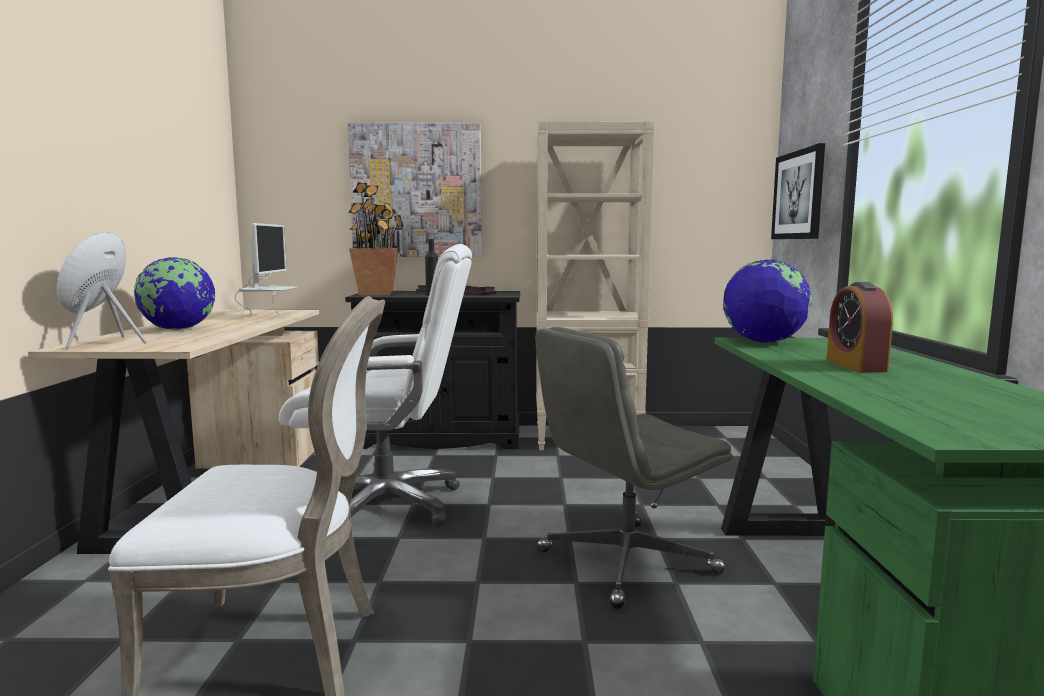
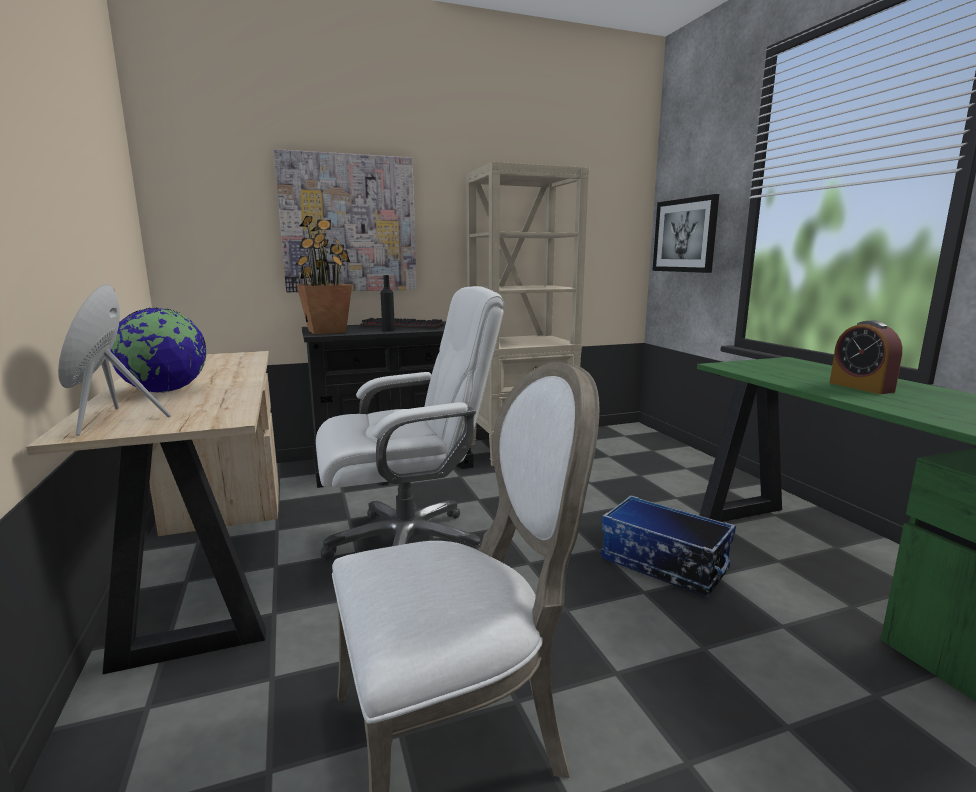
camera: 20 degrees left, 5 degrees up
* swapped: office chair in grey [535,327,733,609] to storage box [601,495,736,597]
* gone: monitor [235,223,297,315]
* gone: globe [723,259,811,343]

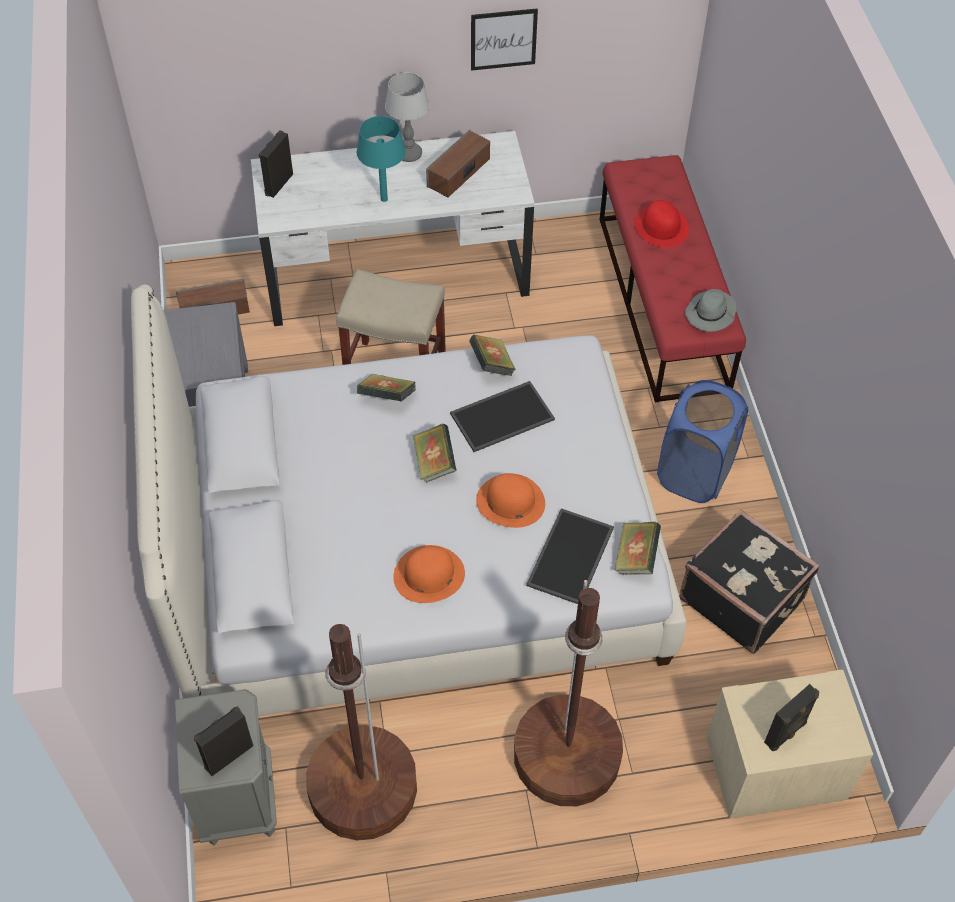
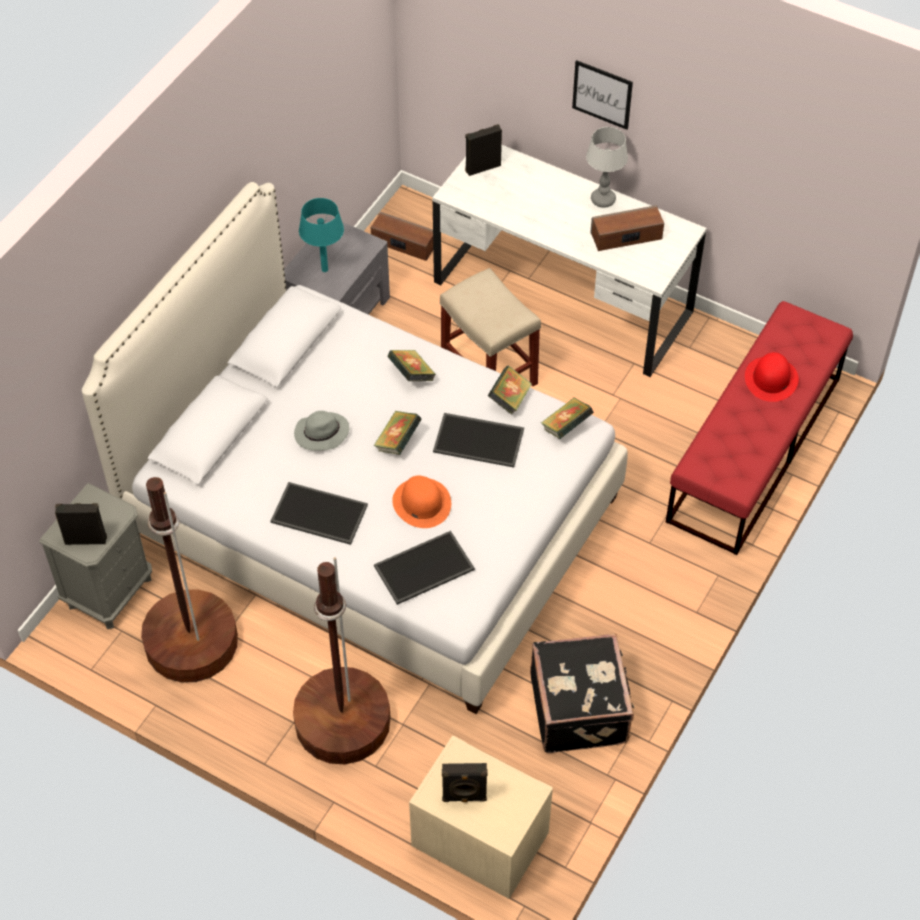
camera: 40 degrees right, 0 degrees up
* swapped: hat in orange [393,545,465,603] to tray [270,482,368,545]
* shifted: hat in grey [685,289,736,332] to [294,411,349,451]
* shifted: table lamp in turquoise [356,116,406,202] to [299,198,344,272]
* shifted: book [615,522,661,575] to [541,398,594,439]
* shifted: picture [471,9,538,71] to [572,60,633,130]
* gone: laundry basket in blue [657,380,748,503]

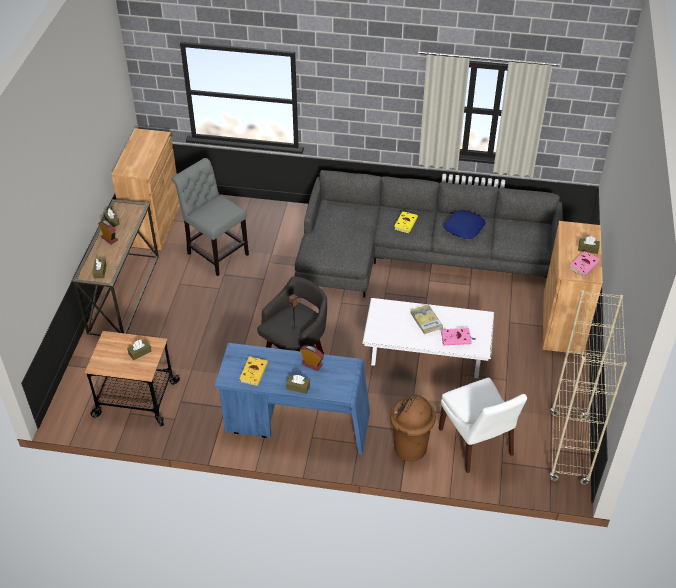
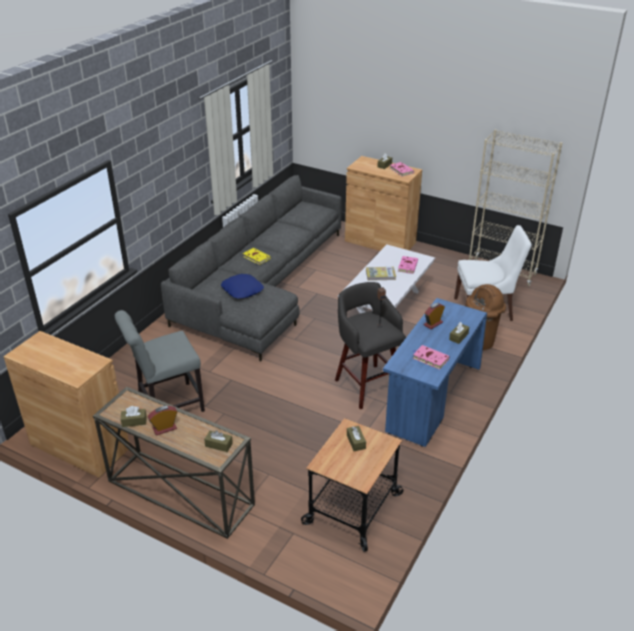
camera: 70 degrees left, 10 degrees down
* shifted: pillow in blue [444,210,486,239] to [221,274,264,299]
* repainted: book in yellow [239,357,268,386] to book in pink [413,345,450,370]

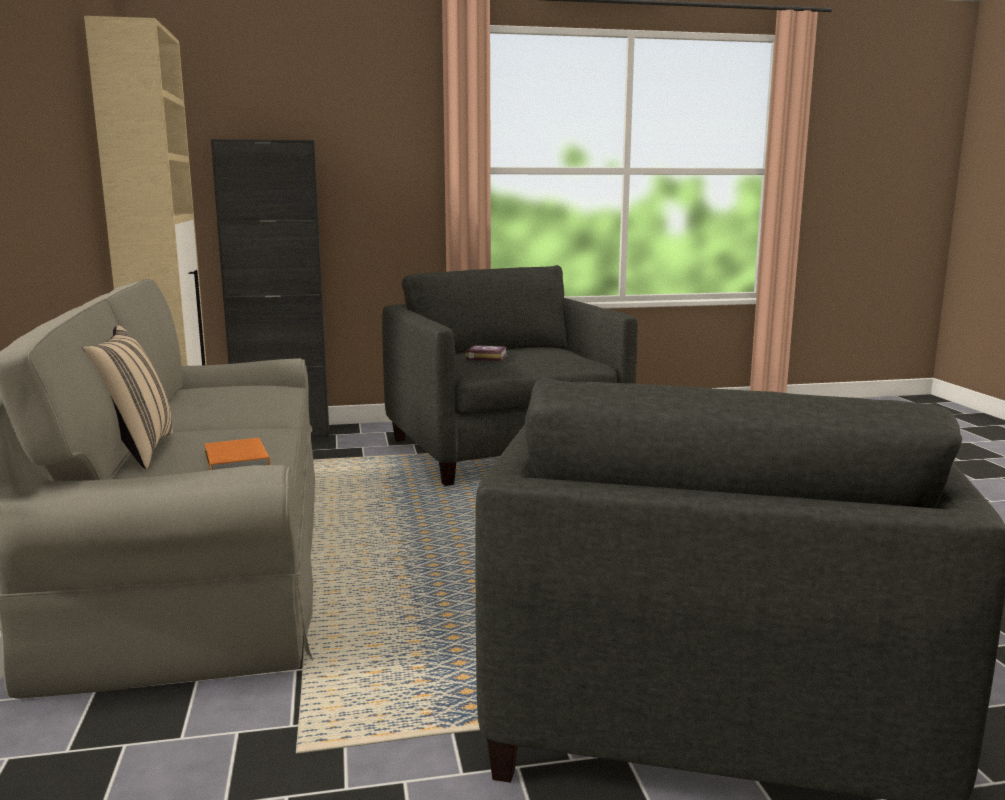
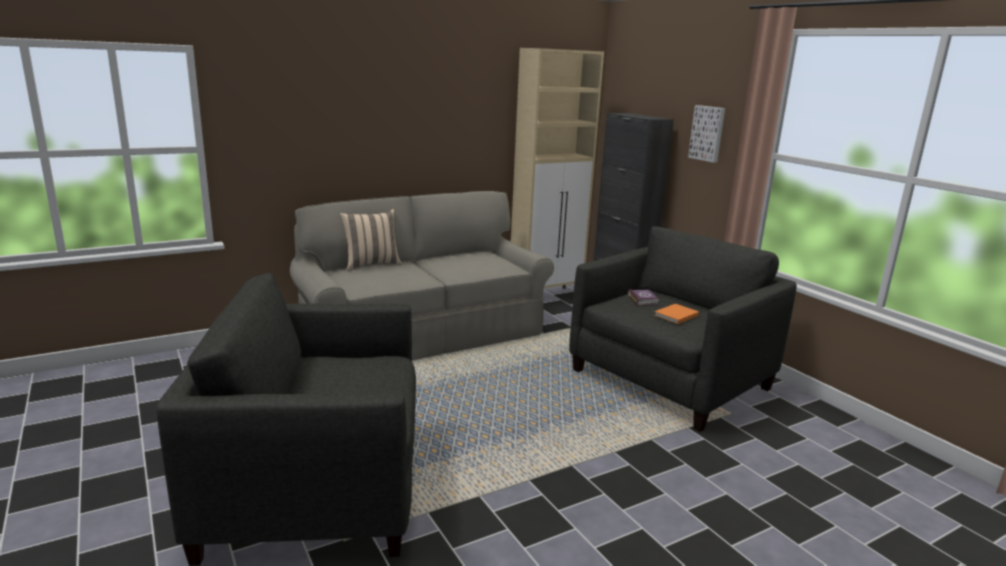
camera: 70 degrees right, 5 degrees up
* shifted: book in orange [204,438,270,470] to [654,304,699,324]
* new: picture [688,105,725,163]

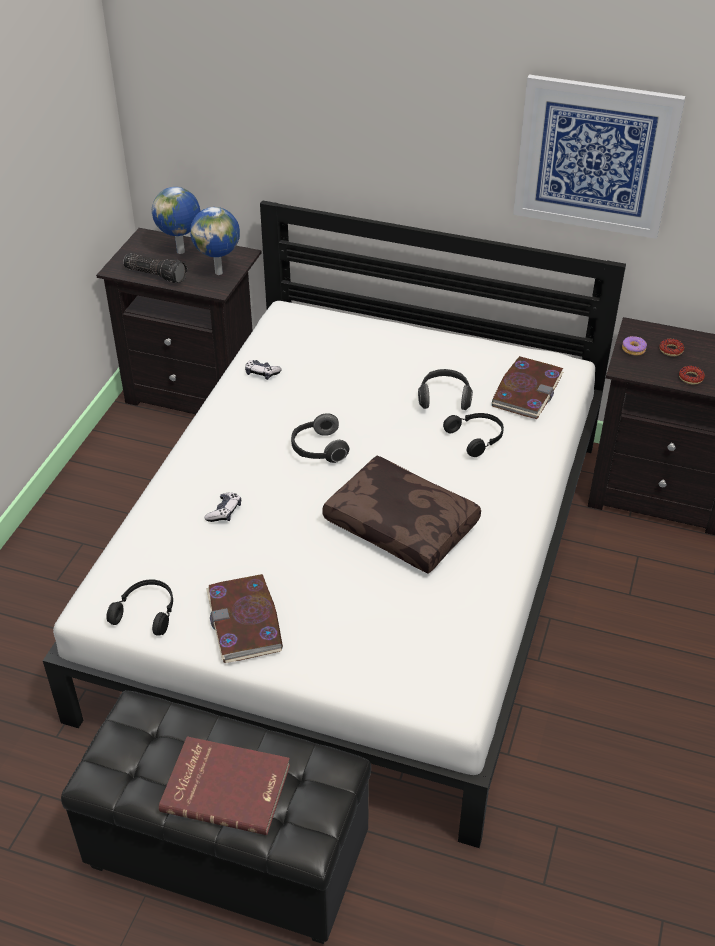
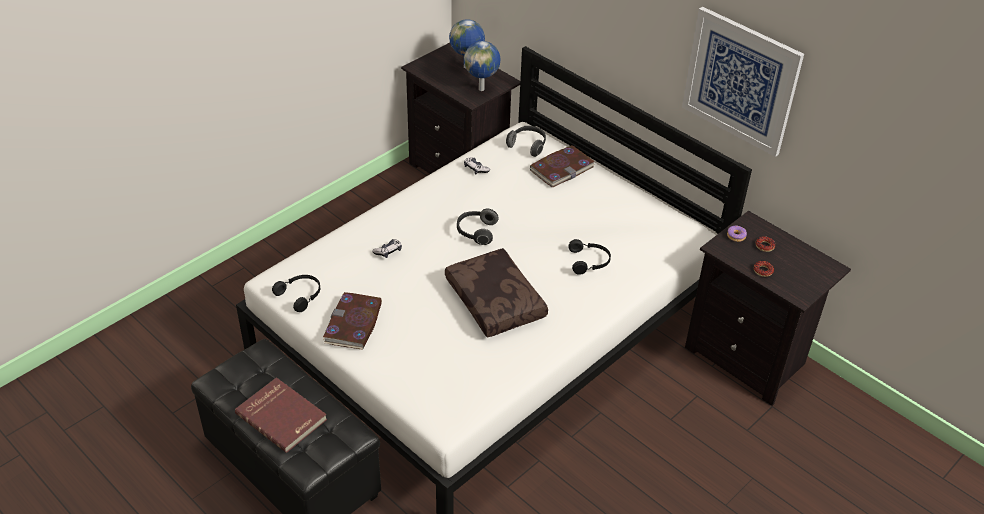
camera: 25 degrees right, 0 degrees up
* shifted: headphones [418,369,473,410] to [506,126,546,157]
* shifted: book [492,356,563,419] to [530,145,595,188]
* gone: flashlight [123,253,187,283]

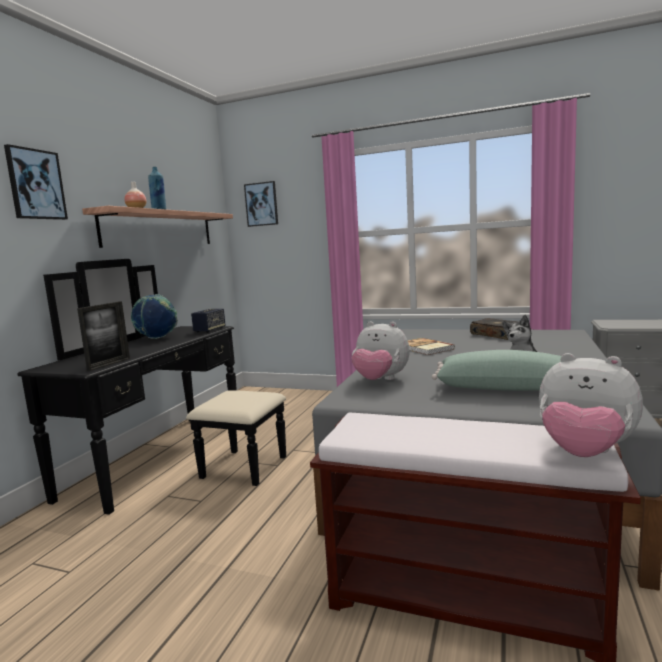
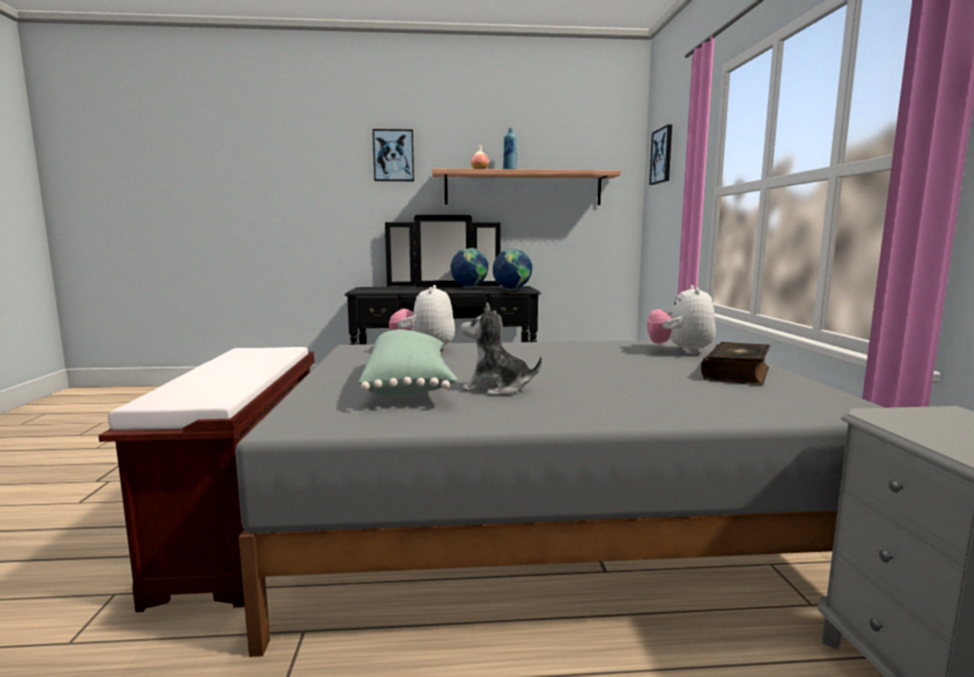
camera: 65 degrees right, 0 degrees up
* swapped: speaker [191,309,226,333] to globe [493,248,533,290]
* shifted: plush toy [539,353,643,457] to [647,285,716,355]
* gone: picture frame [77,301,130,371]
* gone: book [408,338,455,355]

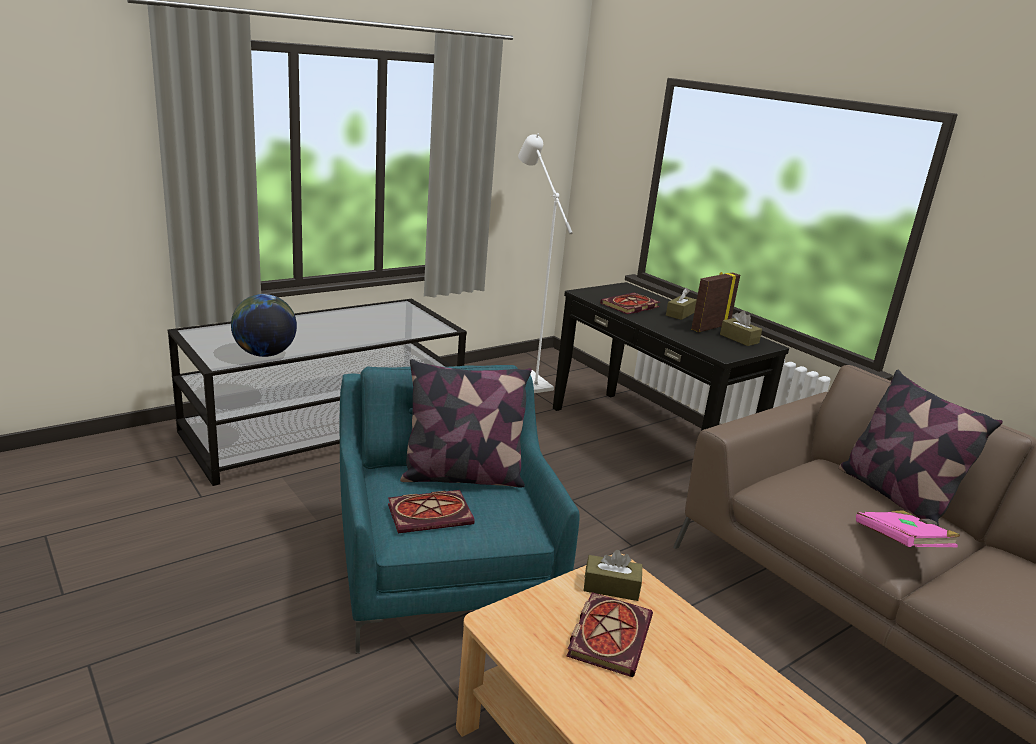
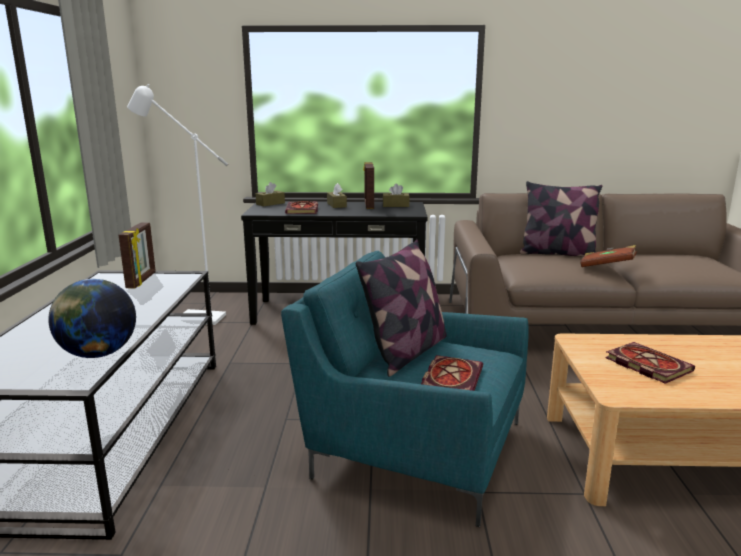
camera: 50 degrees left, 5 degrees down
* new: picture frame [119,222,156,288]
* shifted: tissue box in brown [583,550,643,601] to [256,182,285,206]
* repainted: book in pink [856,510,960,547] to book in brown [580,245,637,267]

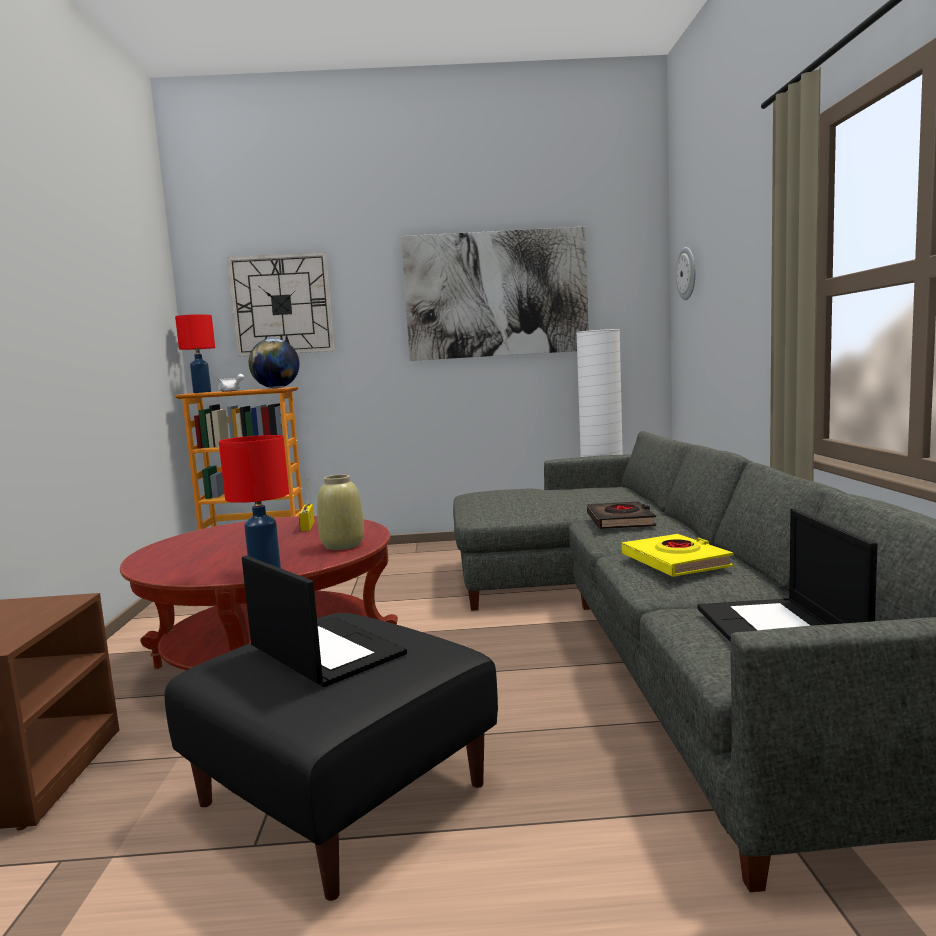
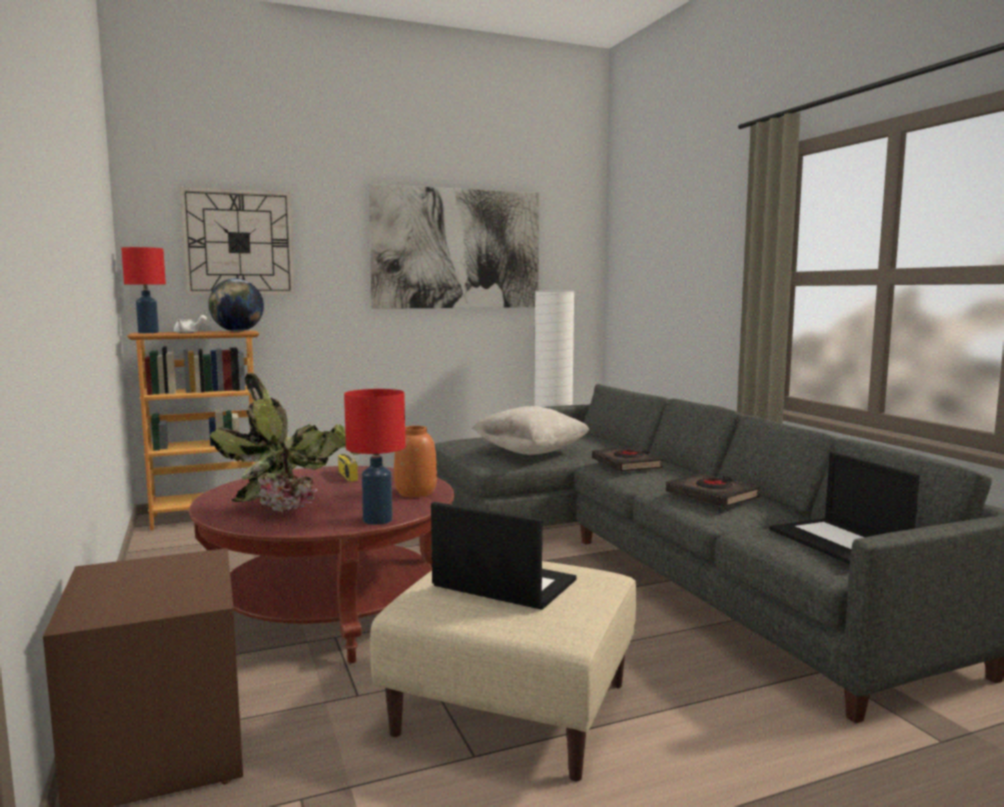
camera: 20 degrees left, 0 degrees up
* new: potted plant [209,373,360,513]
* repainted: ottoman in black [165,613,498,901] to ottoman in beige [370,561,636,781]
* repainted: vase in beige [317,475,364,550] to vase in orange [394,426,437,497]
* new: pillow in beige [472,406,589,455]
* repainted: book in yellow [622,534,733,577] to book in black [666,474,760,507]
* gone: wall clock [676,247,696,300]

